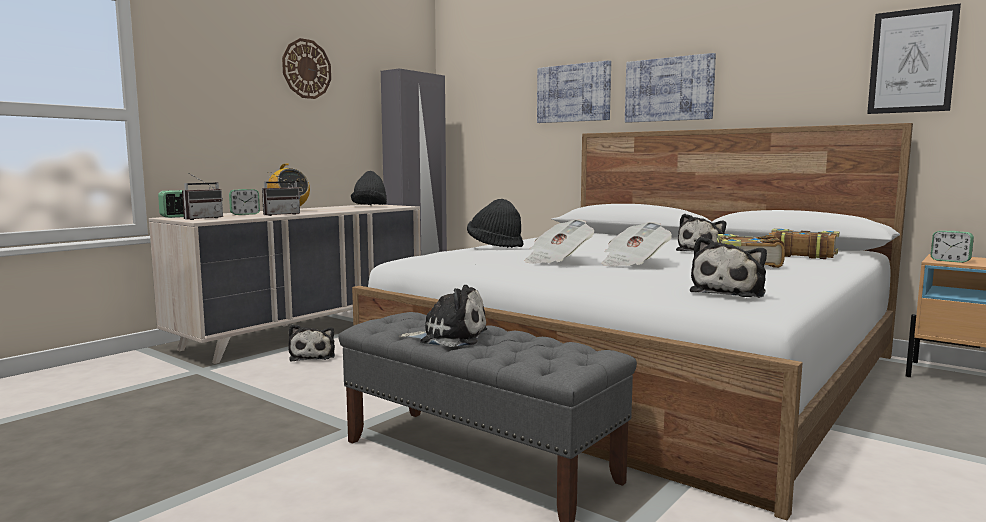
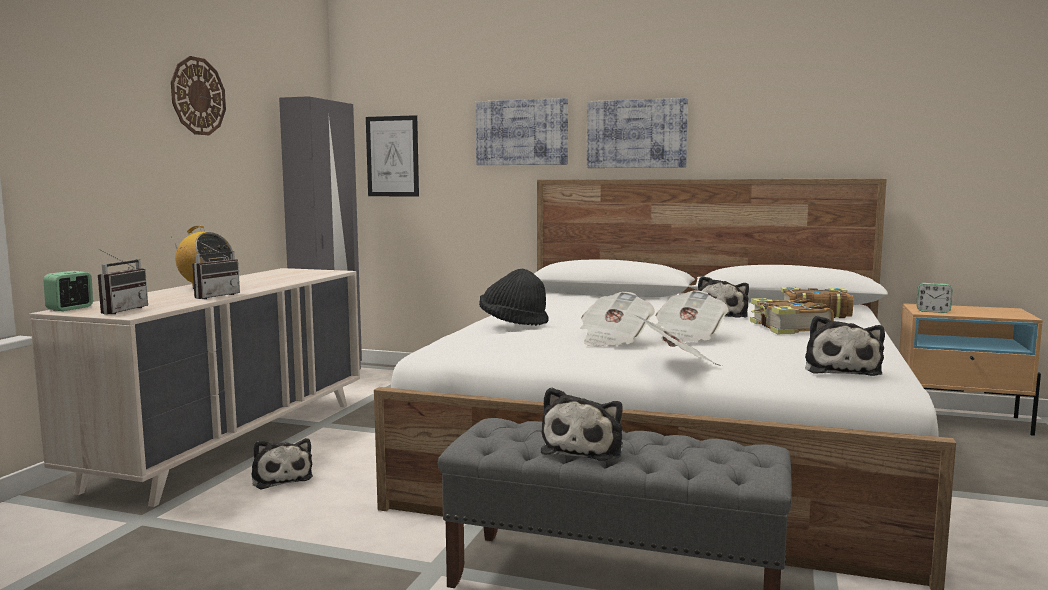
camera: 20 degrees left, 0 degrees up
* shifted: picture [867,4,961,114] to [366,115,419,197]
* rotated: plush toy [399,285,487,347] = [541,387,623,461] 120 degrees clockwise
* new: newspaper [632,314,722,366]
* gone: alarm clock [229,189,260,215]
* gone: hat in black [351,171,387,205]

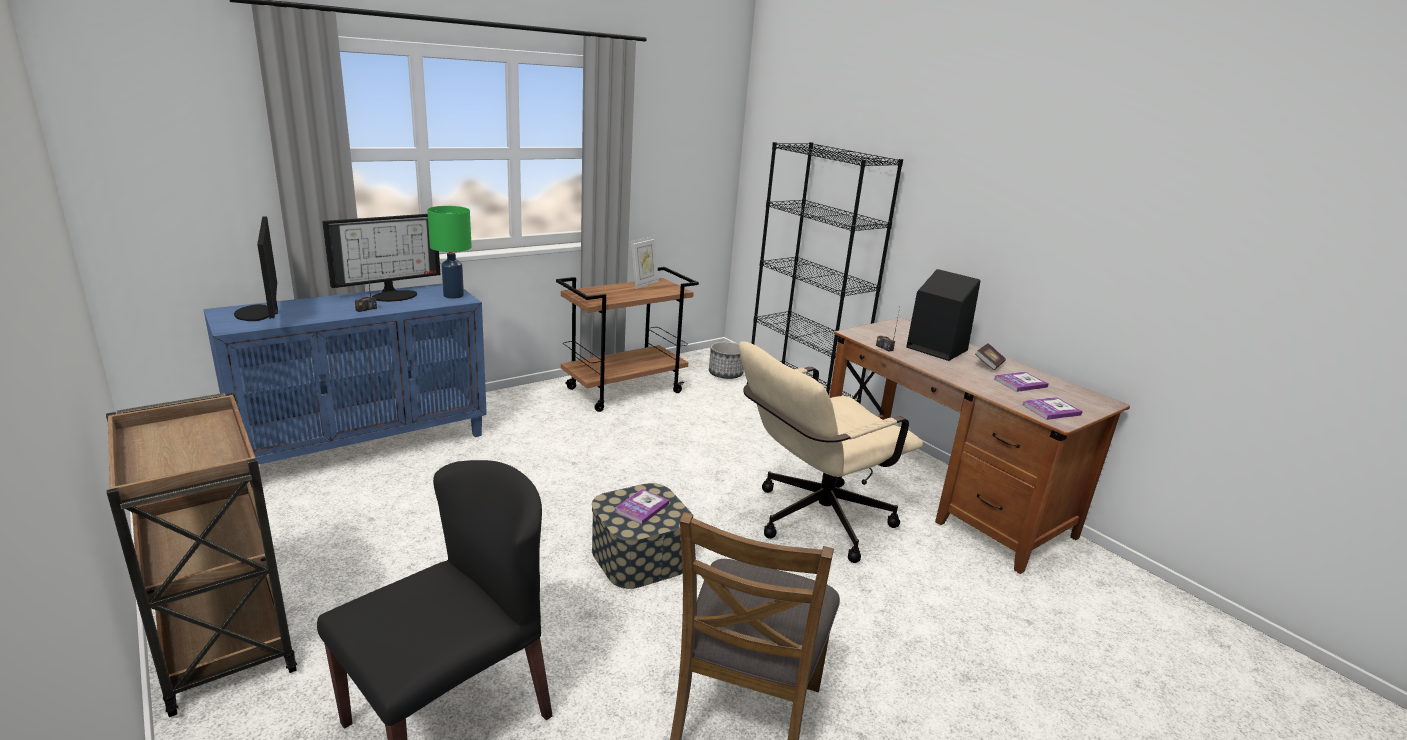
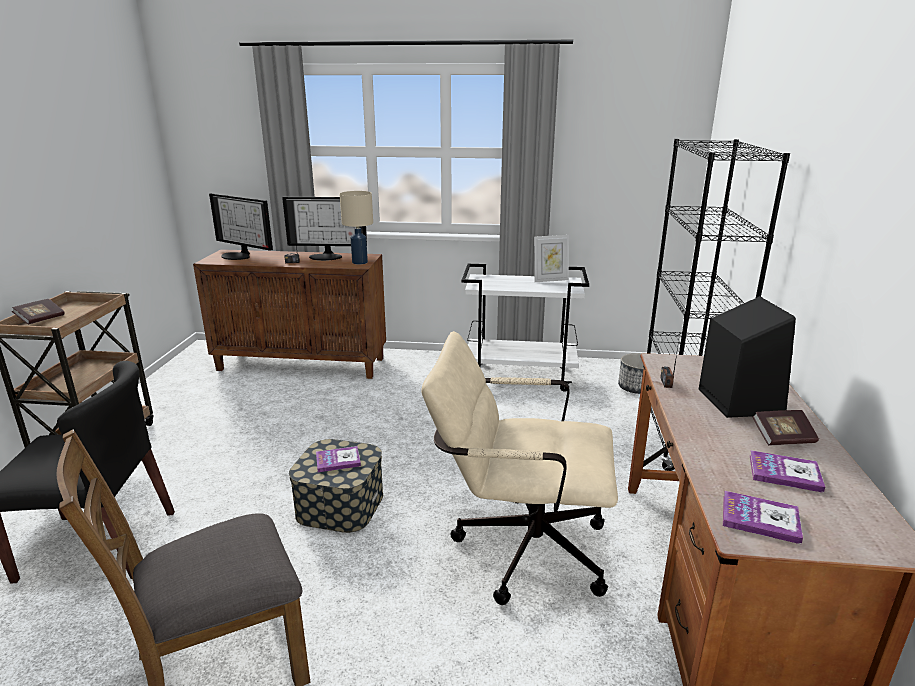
camera: 45 degrees right, 0 degrees up
* new: book [12,299,65,325]
* repainted: cabinet in blue [203,283,487,465] to cabinet in brown [193,249,386,379]
* rotated: monitor [234,216,278,321] = [209,193,273,260] 75 degrees counterclockwise
* repainted: table lamp in green [427,206,472,299] to table lamp in beige [340,191,373,264]
* repainted: cart in brown [556,267,699,412] to cart in white [462,264,589,392]

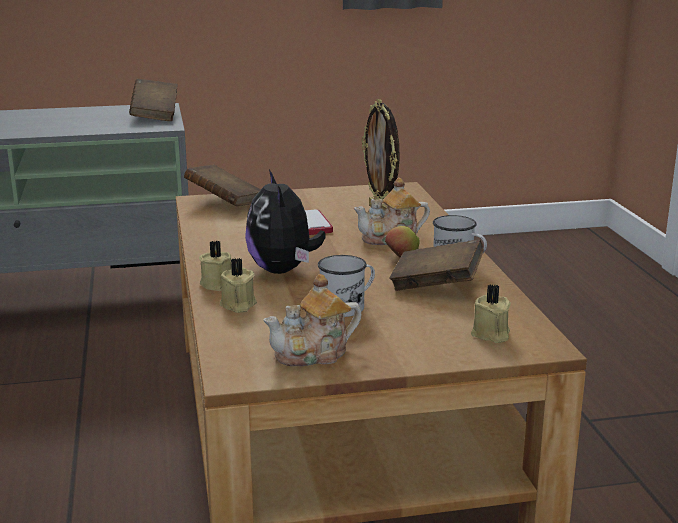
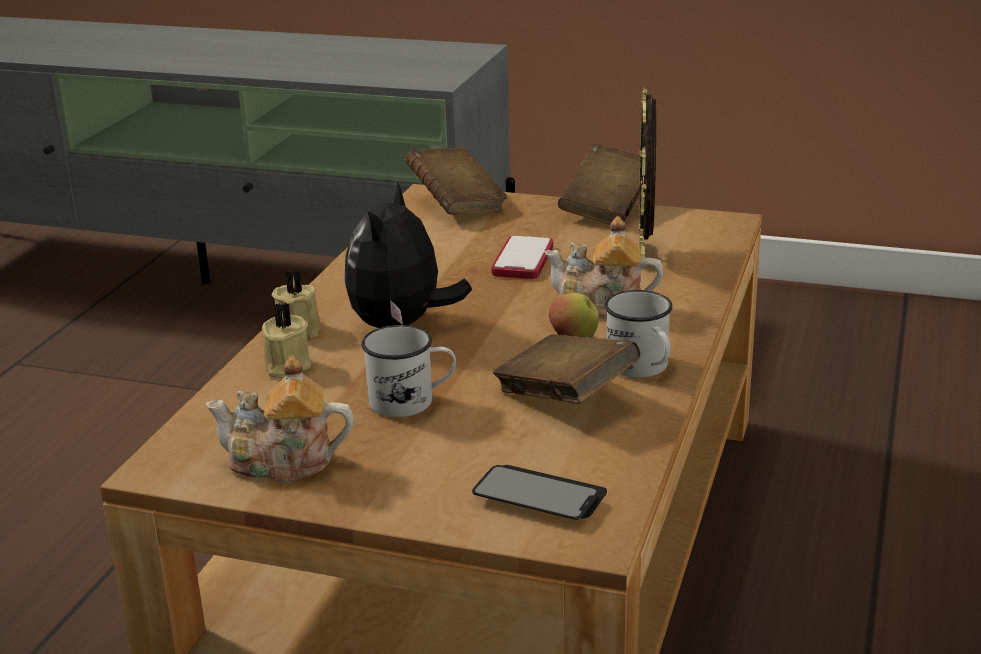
camera: 30 degrees right, 5 degrees up
* swapped: candle in beige [471,284,511,343] to phone [472,465,607,520]
* shifted: book in brown [129,79,178,121] to [558,143,640,224]

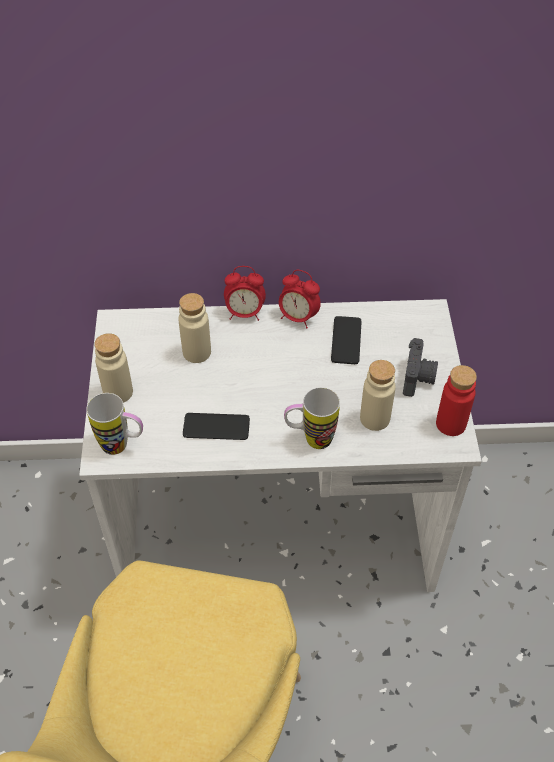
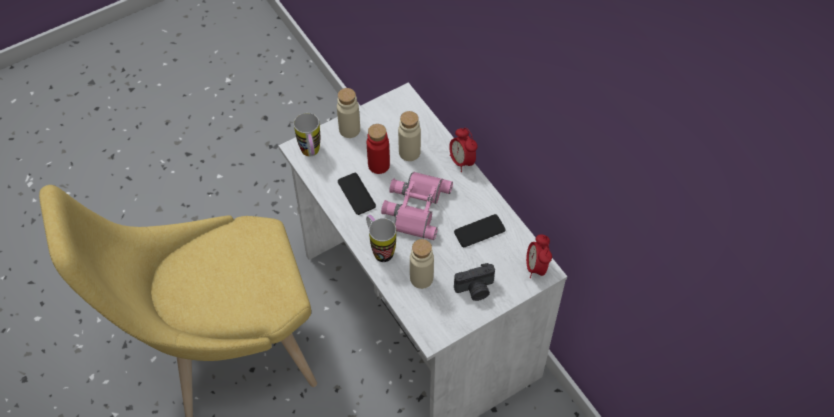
camera: 60 degrees right, 5 degrees up
* shifted: bottle in red [436,365,477,436] to [367,124,390,174]
* new: binoculars in pink [381,172,453,240]
* shifted: alarm clock [279,270,321,329] to [526,234,552,278]

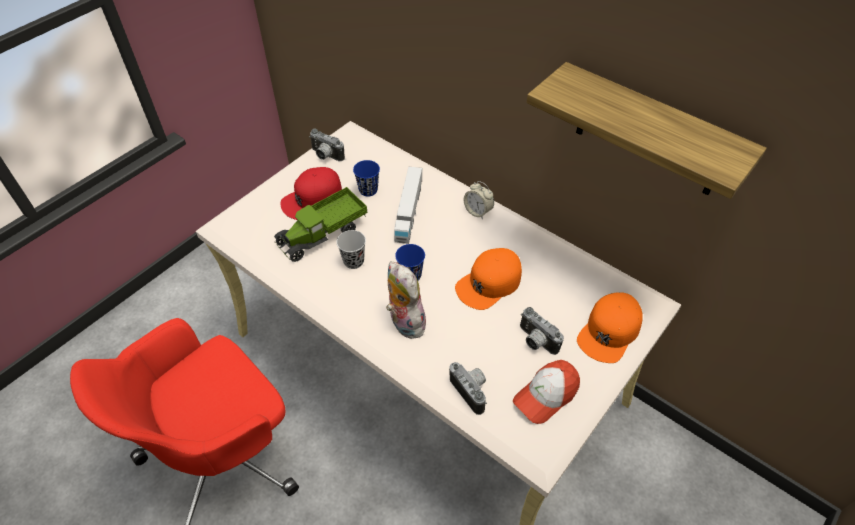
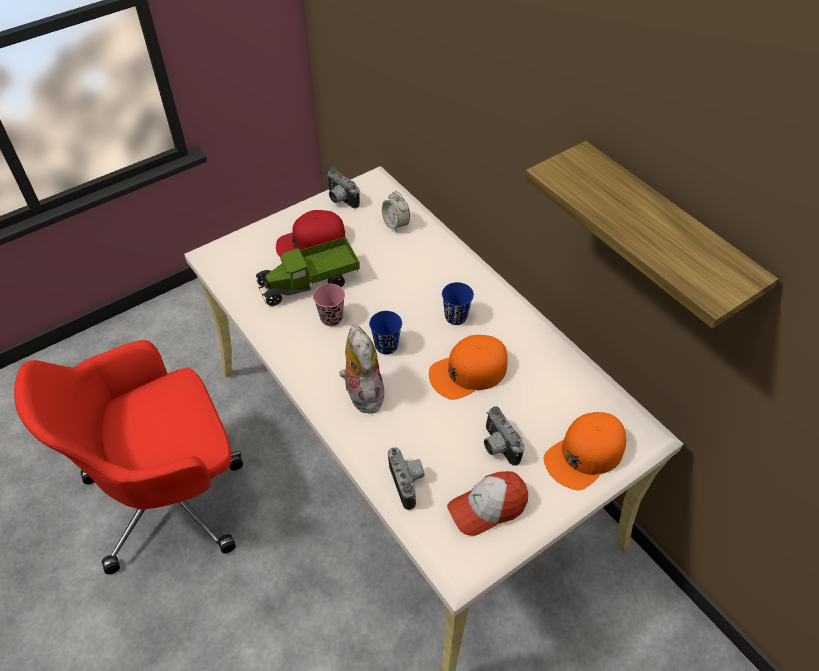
camera: 15 degrees right, 0 degrees up
* repainted: cup in black [336,230,366,269] to cup in pink [313,284,345,326]
* shifted: alarm clock [464,181,494,219] to [382,191,410,232]
* shifted: cup in blue [353,160,380,197] to [442,282,474,325]
* gone: toy truck [394,166,422,244]

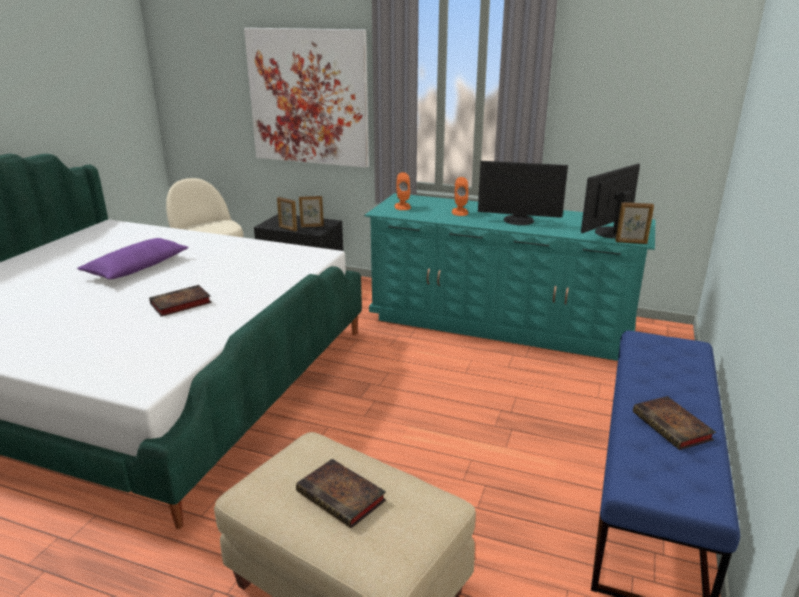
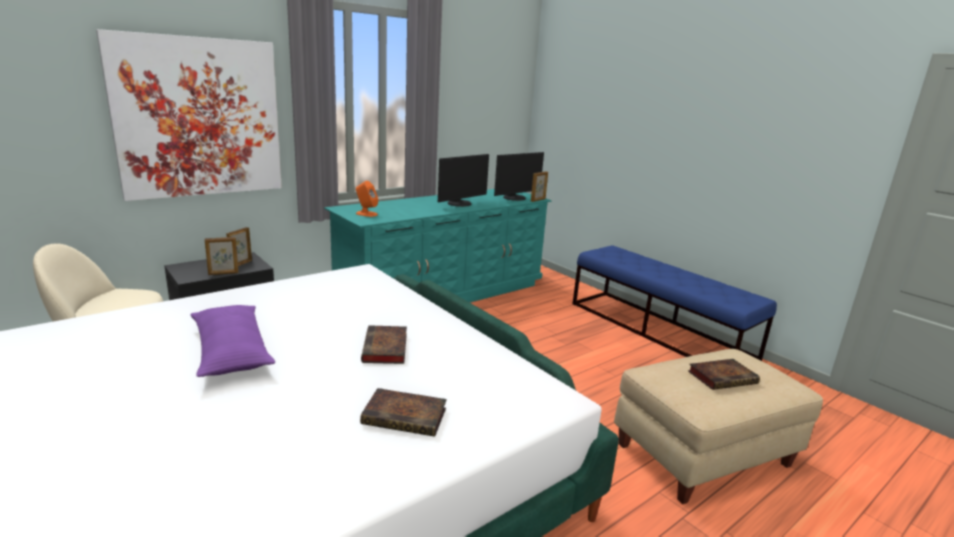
camera: 60 degrees left, 5 degrees down
* shifted: book [633,396,716,450] to [360,388,447,437]
* rotated: monitor [581,163,640,238] = [494,152,544,201] 120 degrees counterclockwise
* gone: speaker in orange [452,177,468,216]

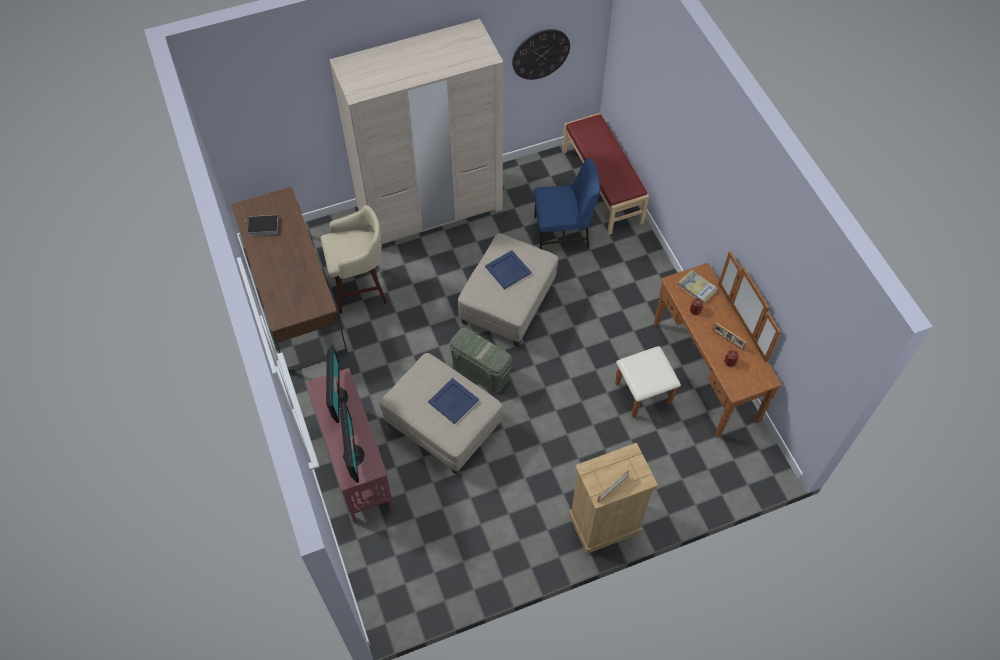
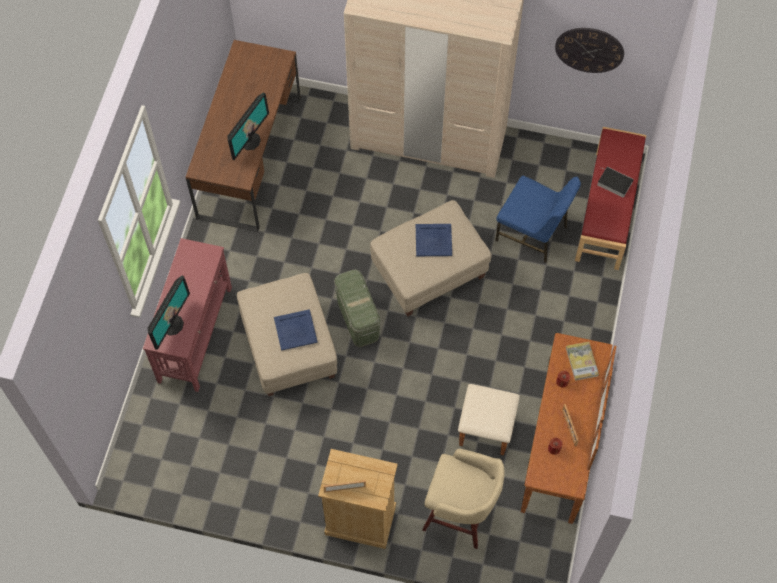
camera: 35 degrees right, 5 degrees up
* shifted: monitor [326,345,348,423] to [227,92,269,160]
* shifted: stool in beige [321,205,387,314] to [423,449,505,549]
* shifted: book [245,215,278,236] to [597,167,634,198]

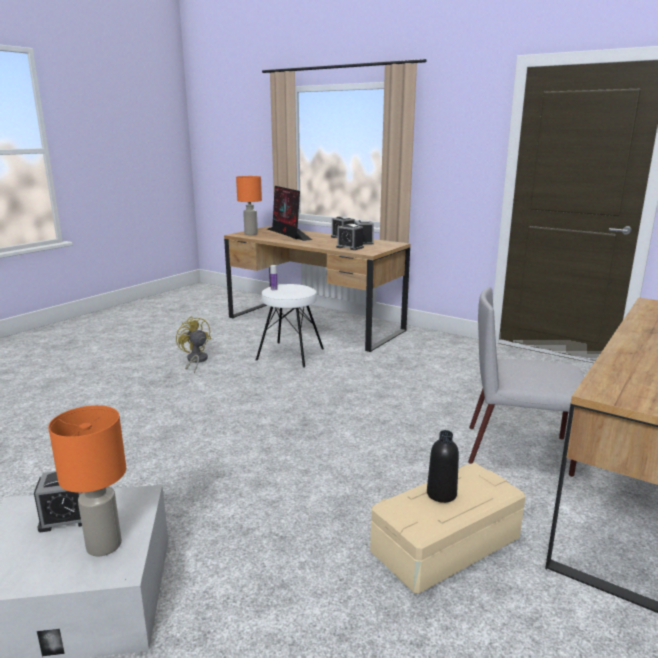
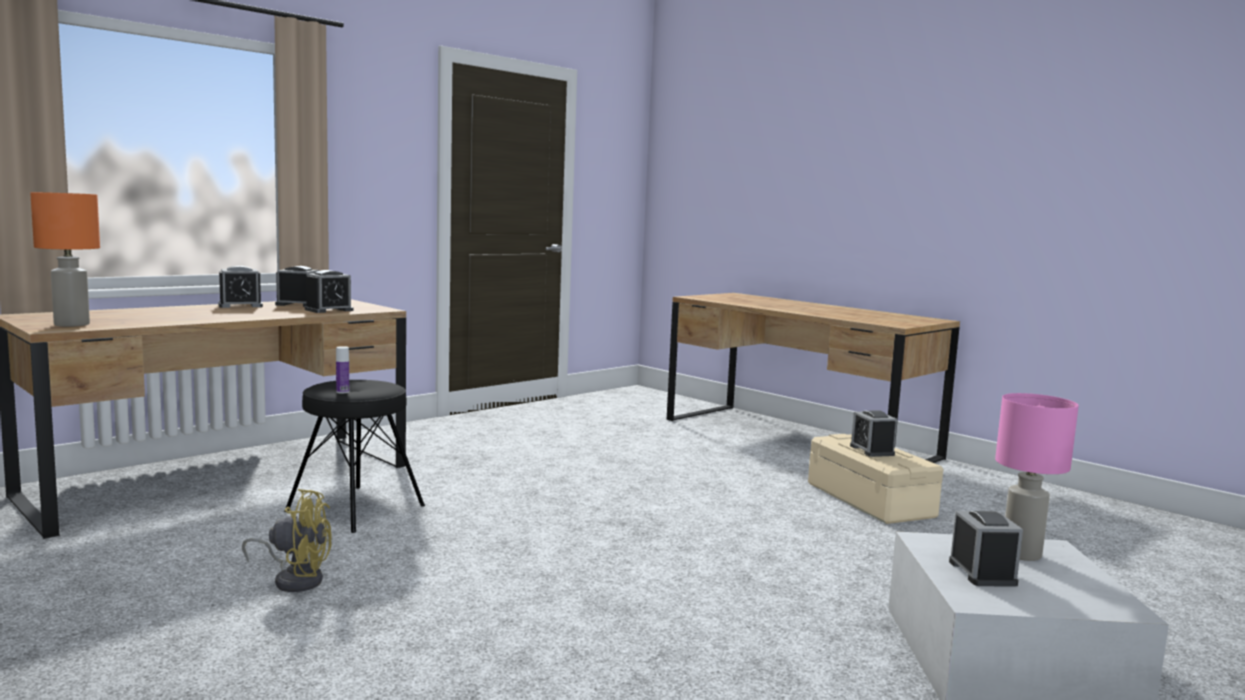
camera: 80 degrees left, 10 degrees down
* rotated: fan in yellow [176,316,211,374] = [242,489,332,592] 150 degrees counterclockwise
* repainted: stool in white [256,284,324,368] to stool in black [284,380,425,533]
* swapped: bottle in black [427,430,459,503] to alarm clock [850,410,897,457]
* repainted: table lamp in orange [48,405,126,556] to table lamp in pink [995,393,1079,561]
* gone: monitor [267,186,312,241]
* gone: chair in grey [468,287,584,477]

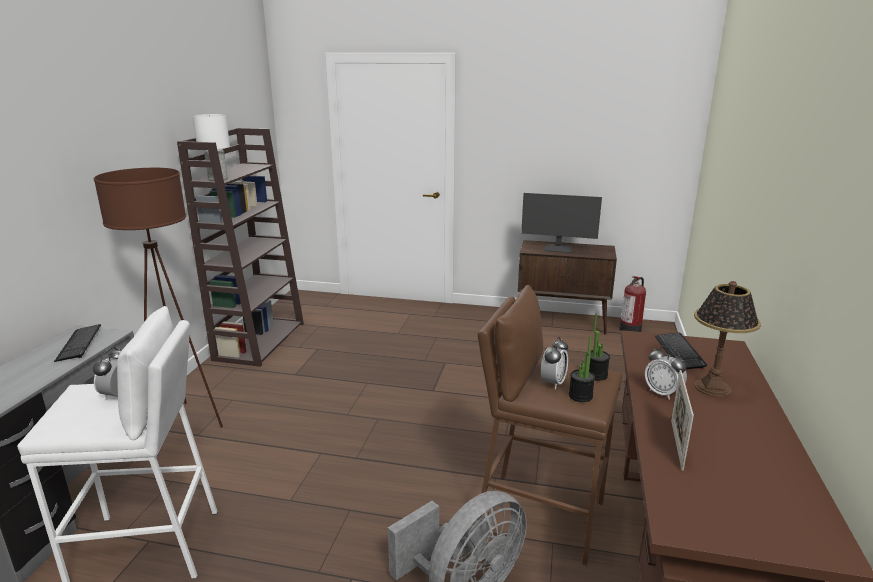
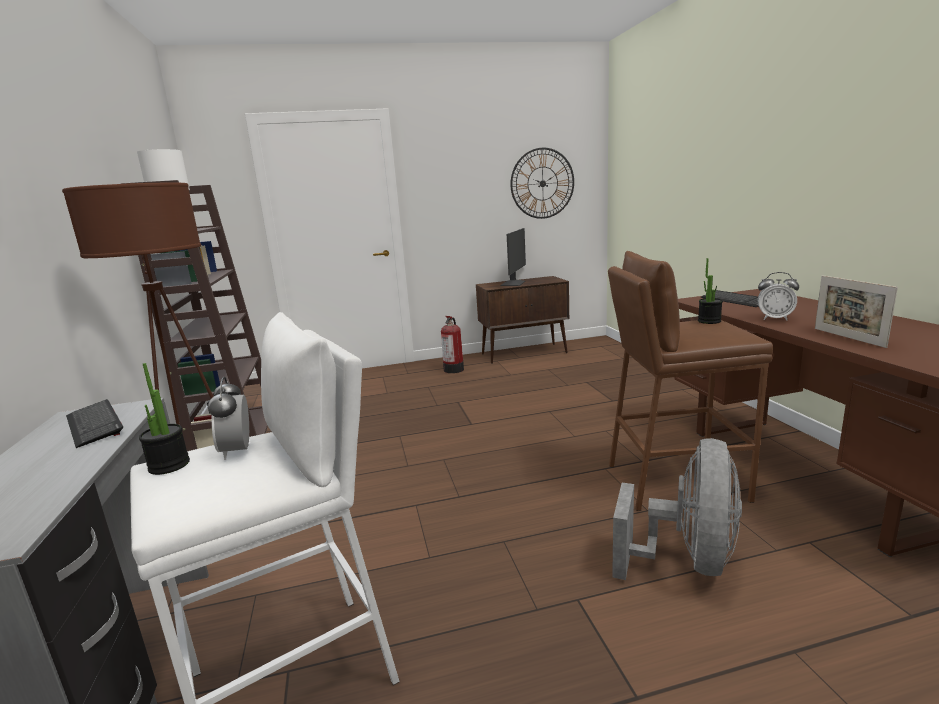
camera: 25 degrees left, 5 degrees down
* shifted: potted plant [569,335,595,402] to [139,363,190,475]
* shifted: fire extinguisher [619,276,646,332] to [441,316,464,373]
* rotated: monitor [521,193,602,253] = [500,228,526,286] 60 degrees counterclockwise
* new: wall clock [510,148,574,219]
* gone: alarm clock [541,337,568,389]
* gone: table lamp [694,281,761,397]

